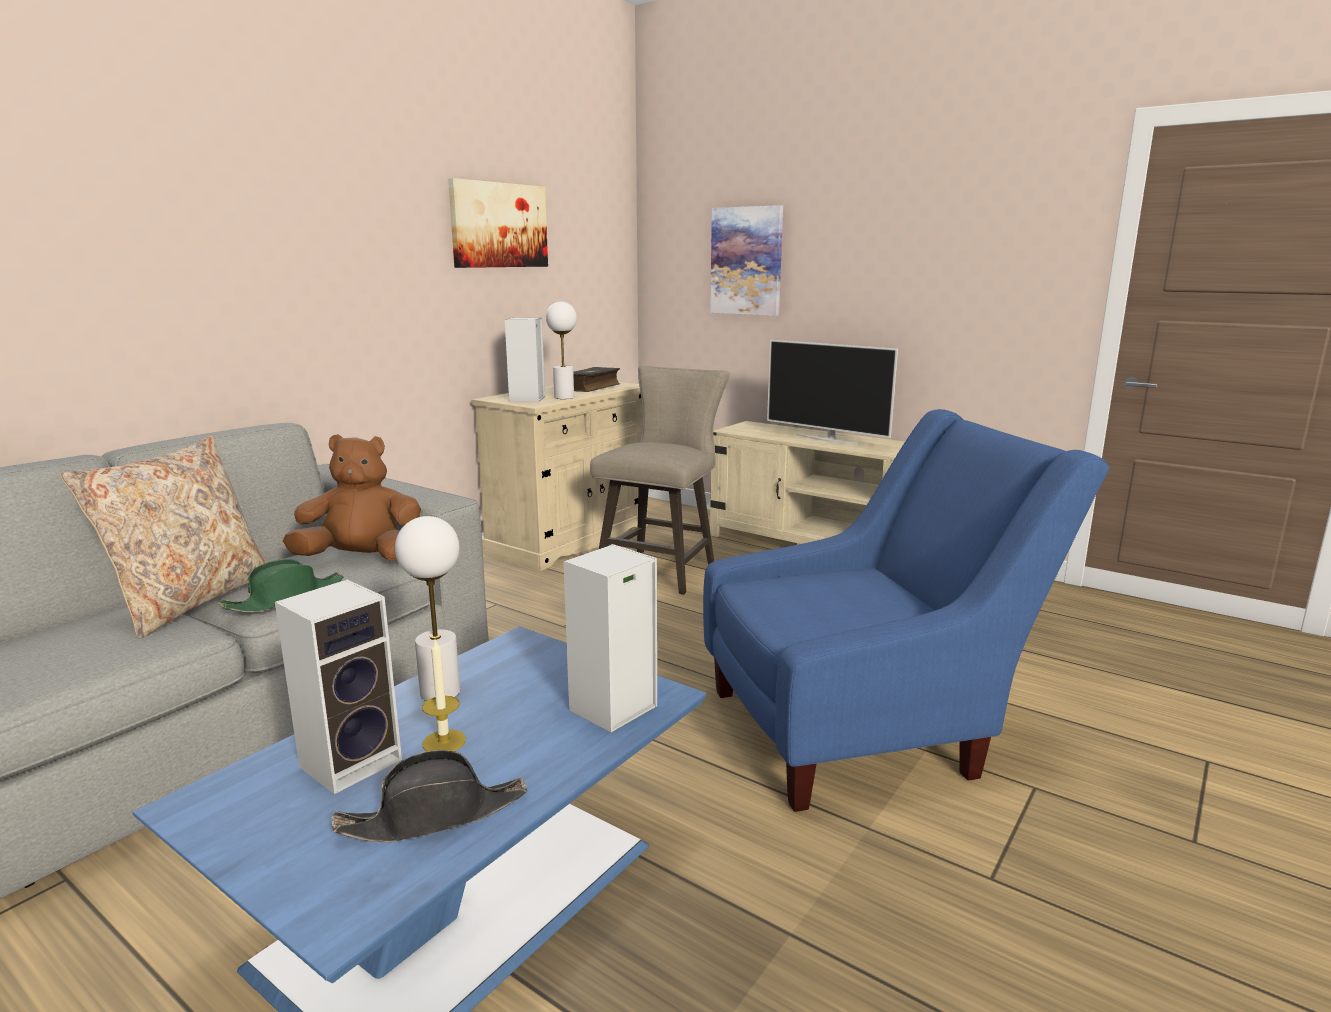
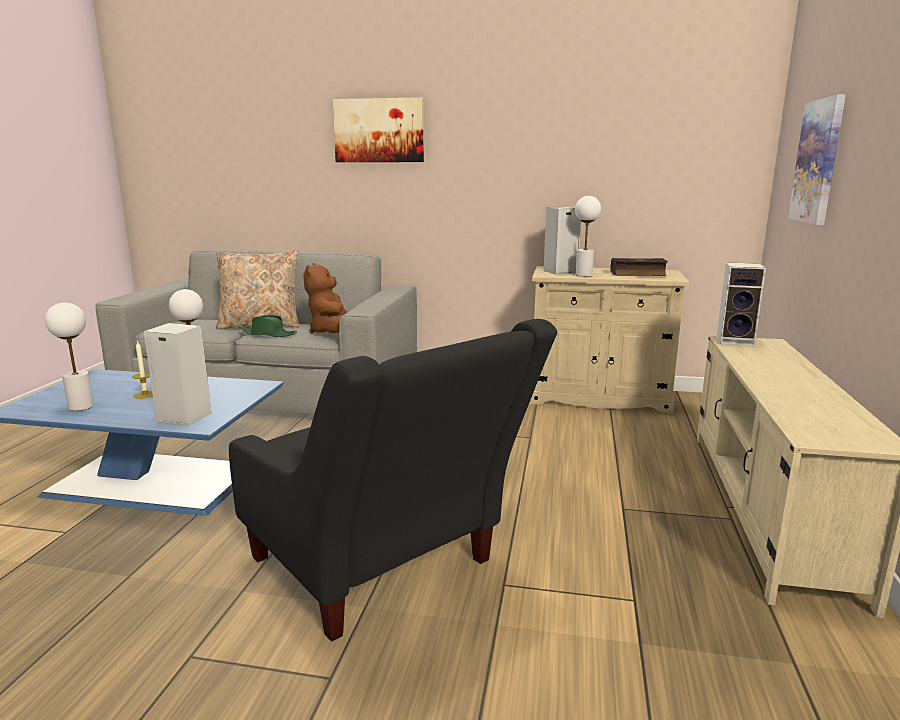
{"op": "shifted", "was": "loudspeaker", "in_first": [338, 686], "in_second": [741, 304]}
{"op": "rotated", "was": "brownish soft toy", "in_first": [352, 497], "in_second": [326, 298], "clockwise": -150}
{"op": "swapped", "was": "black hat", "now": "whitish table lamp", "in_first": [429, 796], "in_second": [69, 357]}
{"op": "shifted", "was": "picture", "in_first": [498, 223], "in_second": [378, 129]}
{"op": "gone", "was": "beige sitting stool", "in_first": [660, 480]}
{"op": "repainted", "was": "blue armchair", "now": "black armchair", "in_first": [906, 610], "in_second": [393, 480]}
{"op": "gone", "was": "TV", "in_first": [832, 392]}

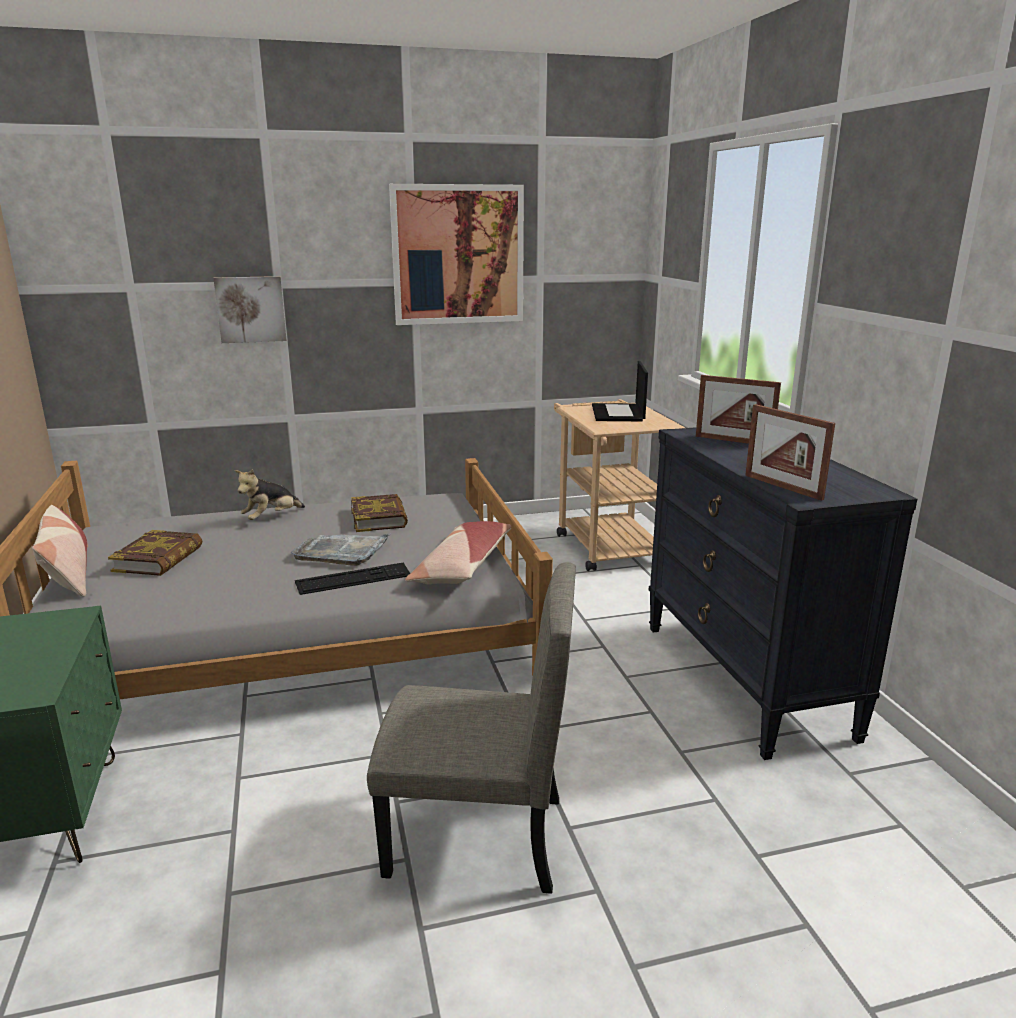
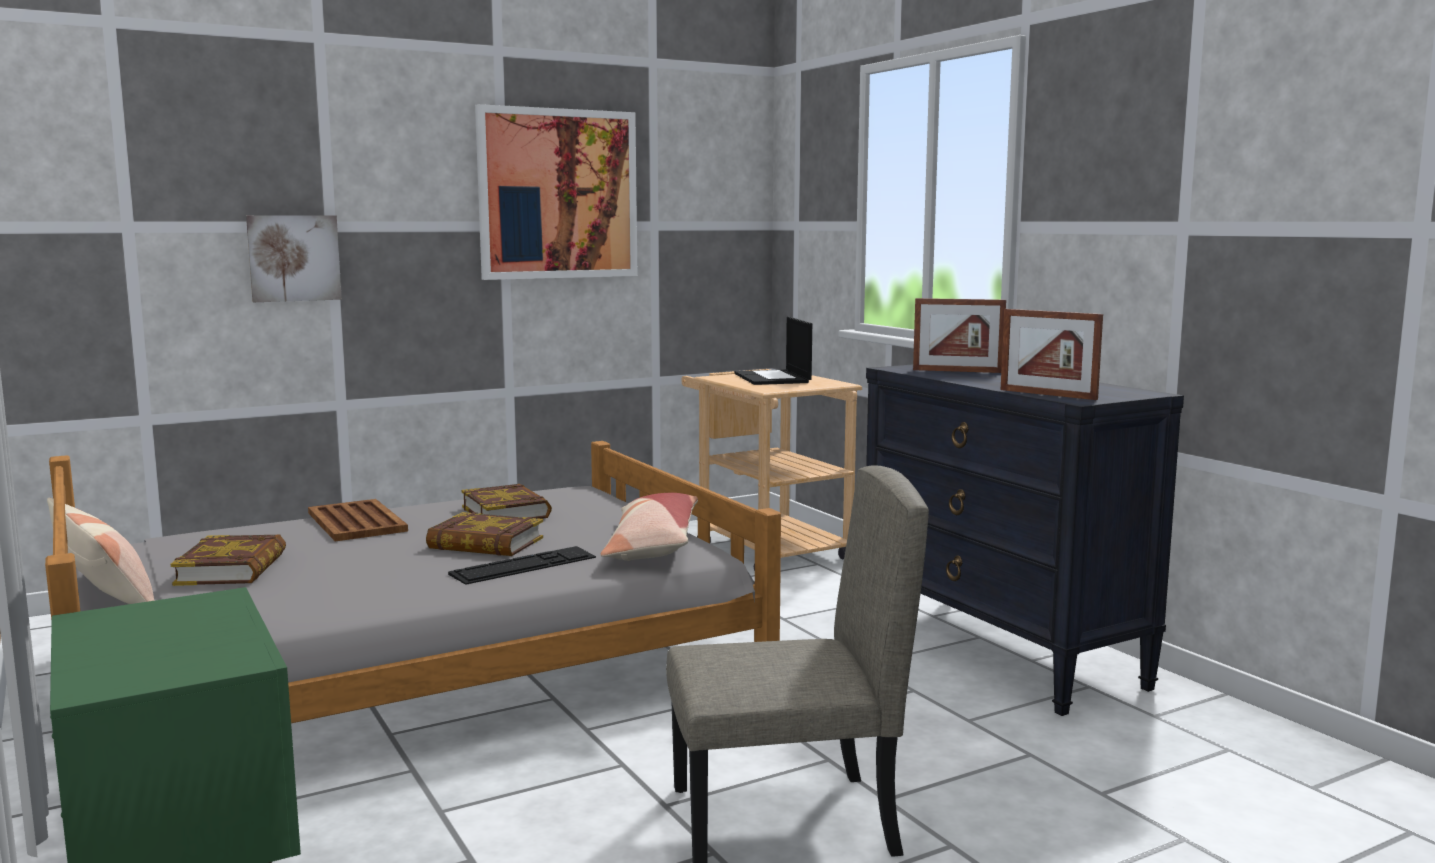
{"op": "swapped", "was": "soft toy", "now": "brownish tray", "in_first": [270, 494], "in_second": [358, 520]}
{"op": "swapped", "was": "gray tray", "now": "bound book", "in_first": [340, 550], "in_second": [484, 534]}

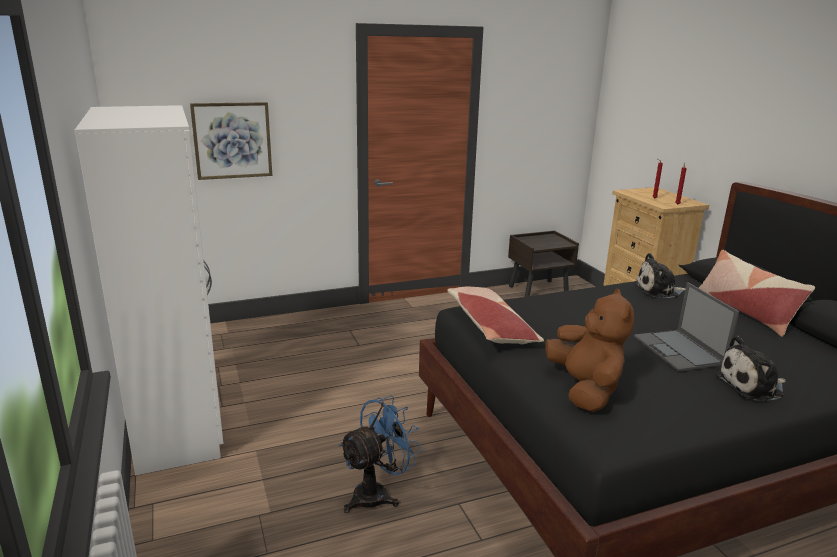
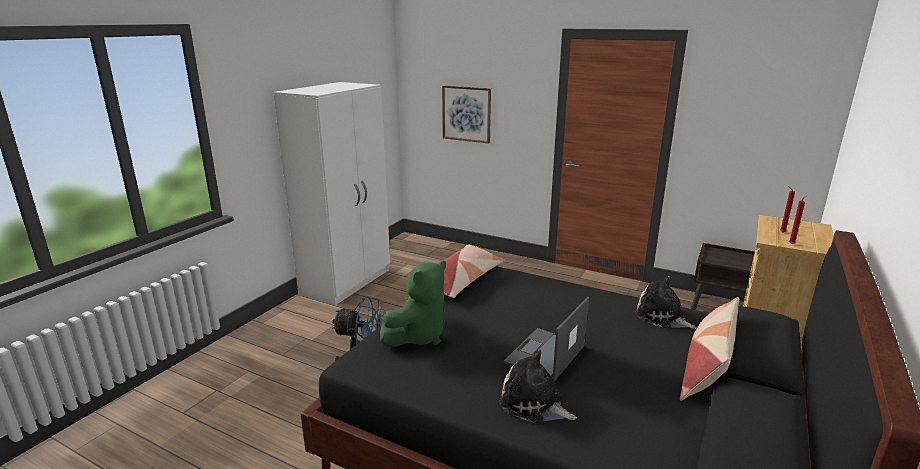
{"op": "repainted", "was": "brownish soft toy", "now": "green-coloured soft toy", "in_first": [589, 350], "in_second": [413, 304]}

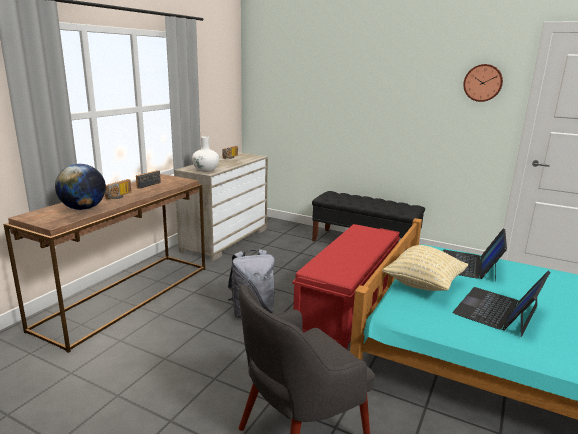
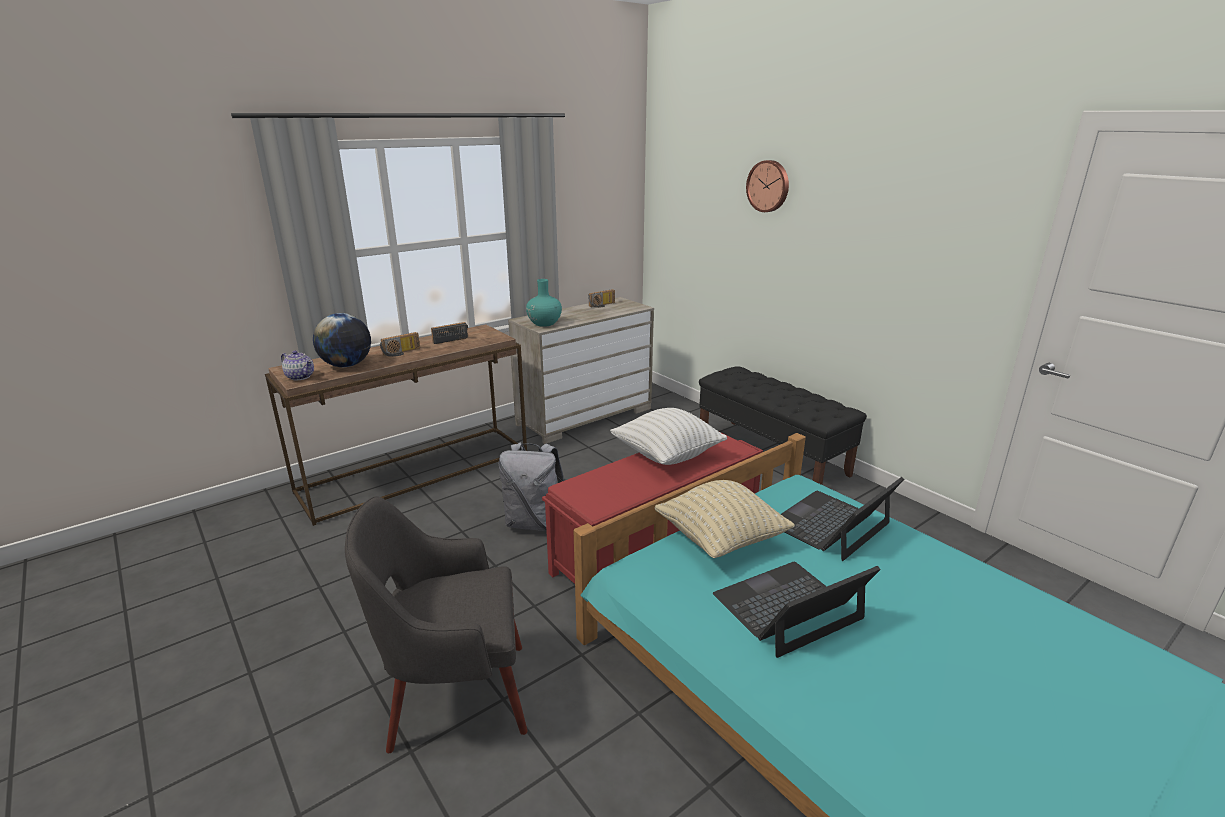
{"op": "repainted", "was": "whitish decorative vase", "now": "turquoise decorative vase", "in_first": [205, 154], "in_second": [544, 303]}
{"op": "shifted", "was": "clock on the wall", "in_first": [483, 83], "in_second": [767, 186]}
{"op": "new", "now": "teapot", "in_second": [297, 365]}
{"op": "new", "now": "whitish throw pillow", "in_second": [668, 436]}

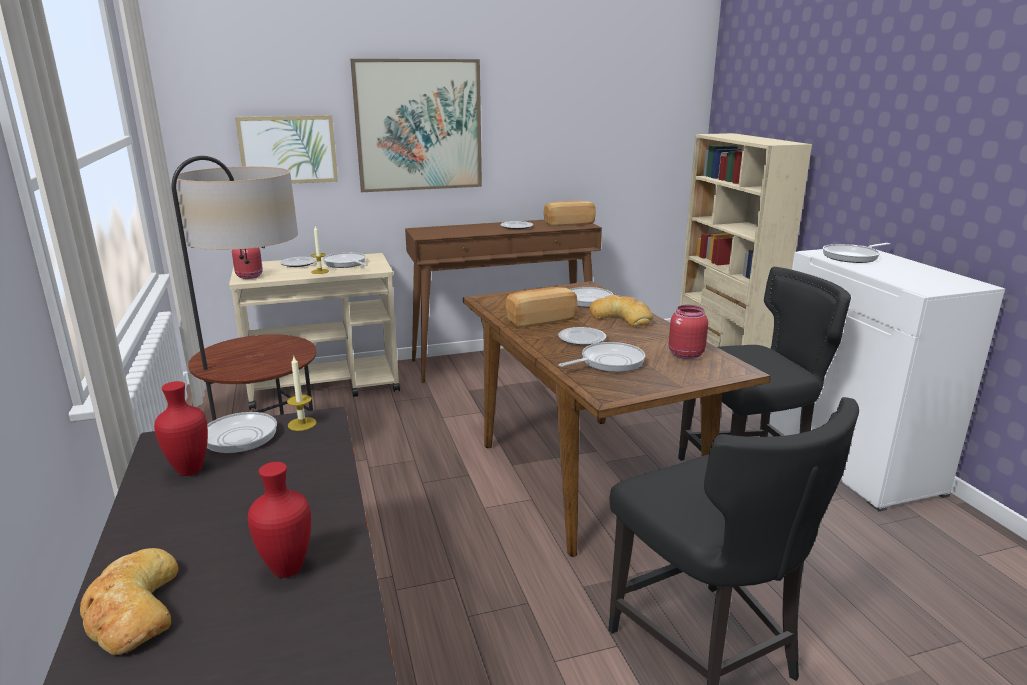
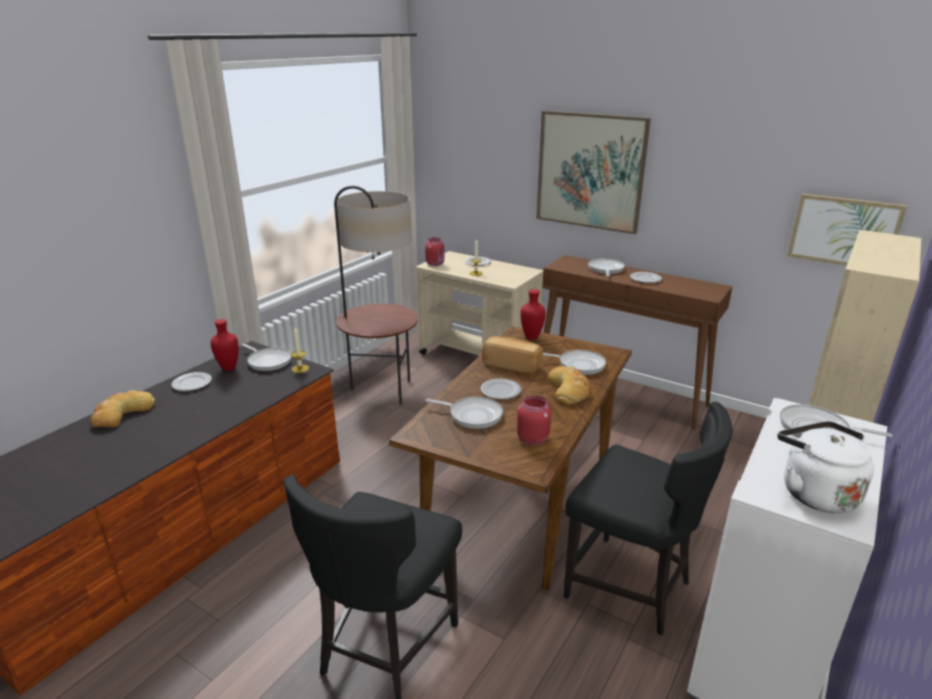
{"op": "shifted", "was": "picture", "in_first": [286, 149], "in_second": [847, 230]}
{"op": "shifted", "was": "red decorative vase", "in_first": [279, 520], "in_second": [533, 314]}
{"op": "shifted", "was": "frying pan", "in_first": [345, 260], "in_second": [606, 267]}
{"op": "gone", "was": "baked bread", "in_first": [570, 213]}
{"op": "new", "now": "flat dish", "in_second": [191, 381]}
{"op": "new", "now": "whitish tea kettle", "in_second": [825, 467]}

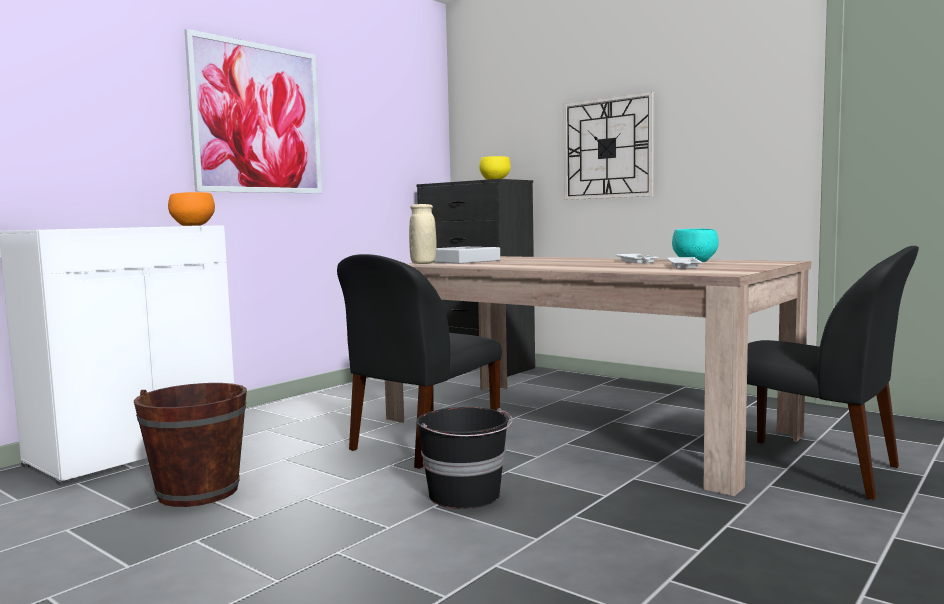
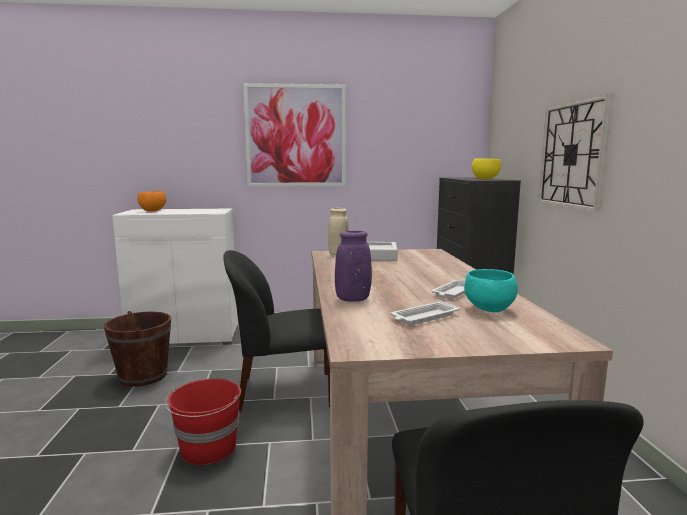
{"op": "shifted", "was": "orange bowl", "in_first": [191, 209], "in_second": [151, 201]}
{"op": "repainted", "was": "black pail", "now": "red pail", "in_first": [464, 458], "in_second": [203, 422]}
{"op": "new", "now": "purple decorative vase", "in_second": [353, 266]}

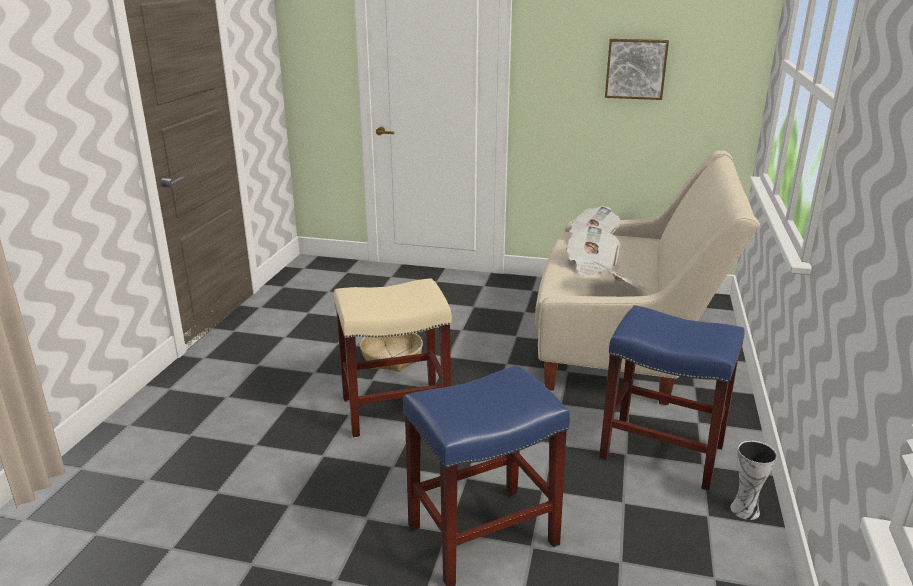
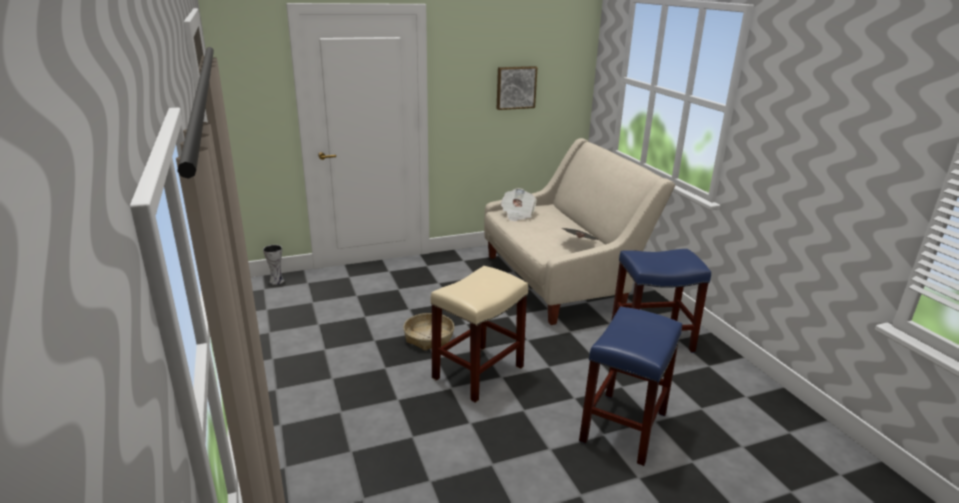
{"op": "gone", "was": "newspaper", "in_first": [593, 250]}
{"op": "shifted", "was": "decorative vase", "in_first": [753, 480], "in_second": [273, 265]}

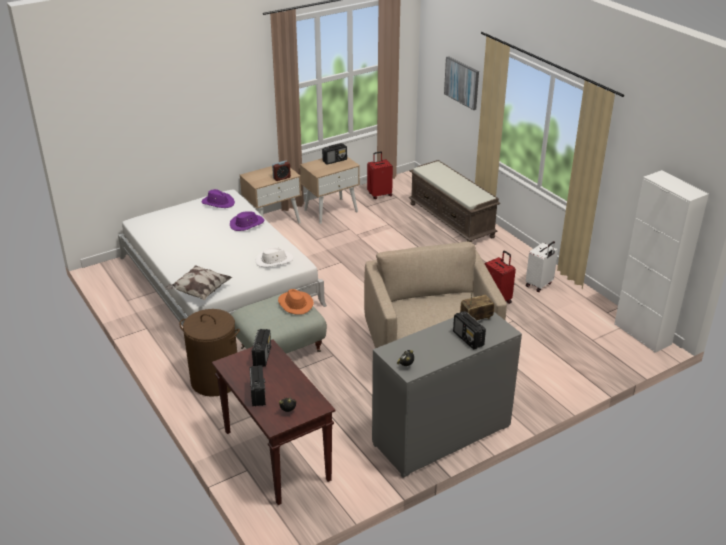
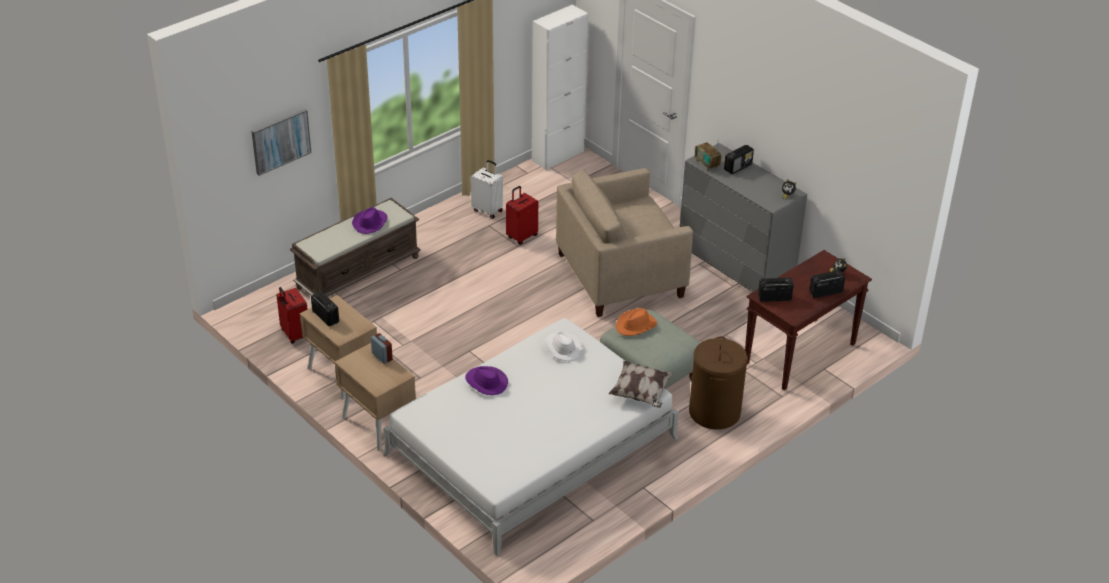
{"op": "shifted", "was": "purple hat", "in_first": [218, 198], "in_second": [369, 220]}

